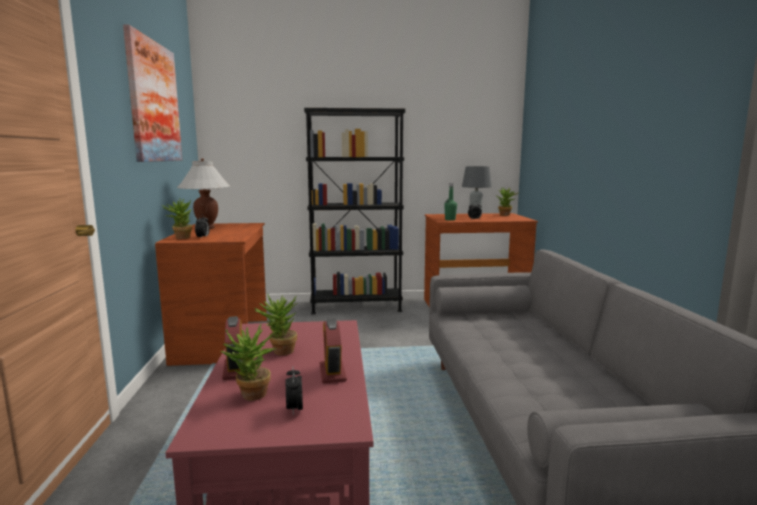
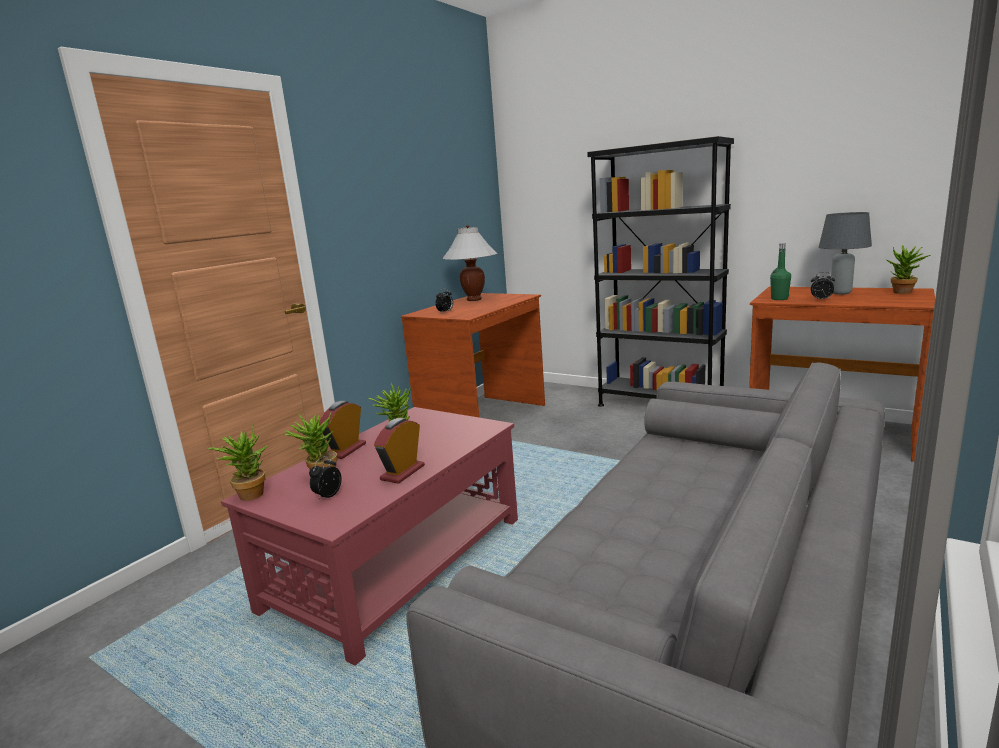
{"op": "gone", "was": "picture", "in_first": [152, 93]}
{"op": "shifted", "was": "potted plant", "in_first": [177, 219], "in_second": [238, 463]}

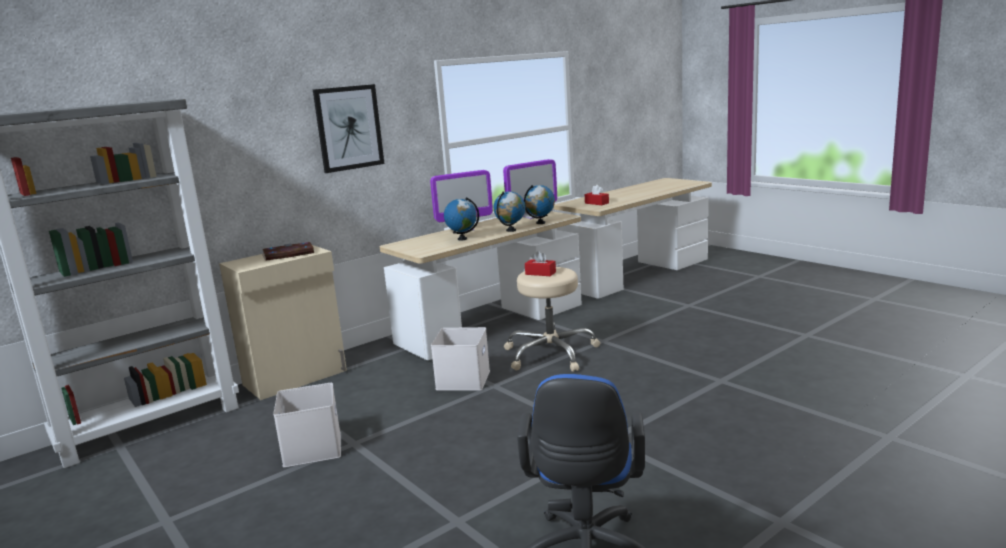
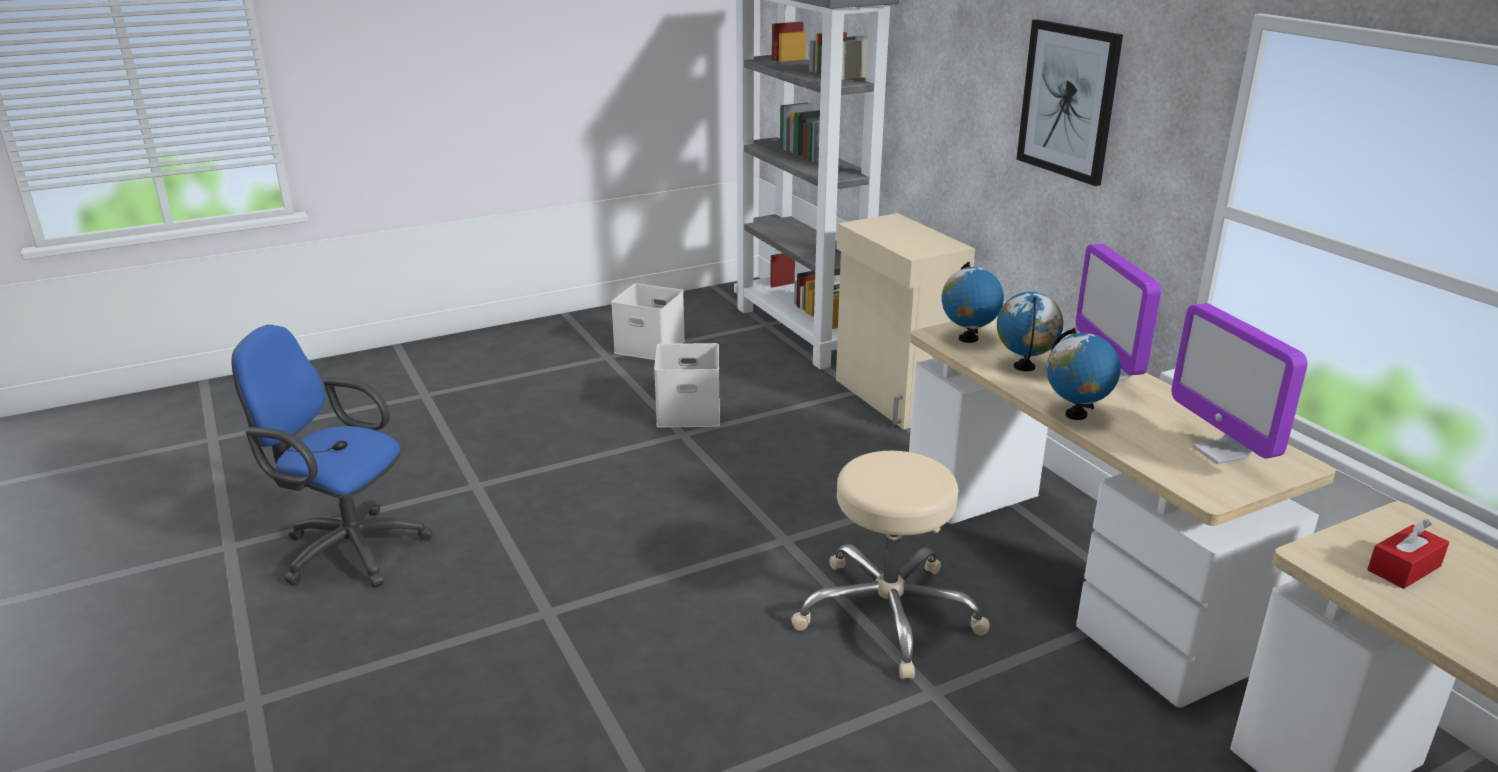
{"op": "gone", "was": "bound book", "in_first": [288, 251]}
{"op": "shifted", "was": "whitish storage bin", "in_first": [460, 359], "in_second": [648, 321]}
{"op": "shifted", "was": "desk globe", "in_first": [539, 204], "in_second": [973, 302]}
{"op": "gone", "was": "red tissue holder", "in_first": [540, 263]}

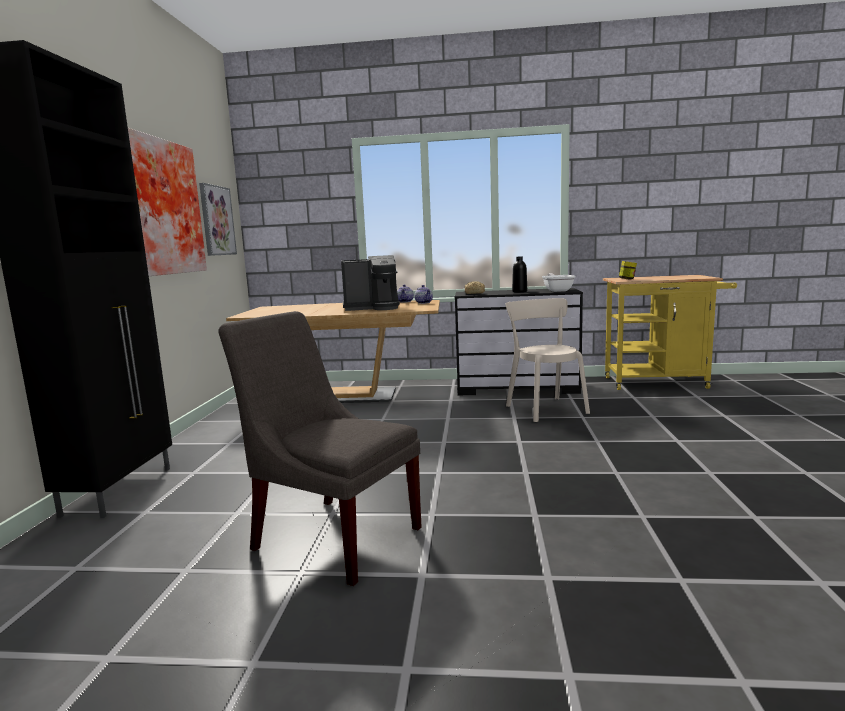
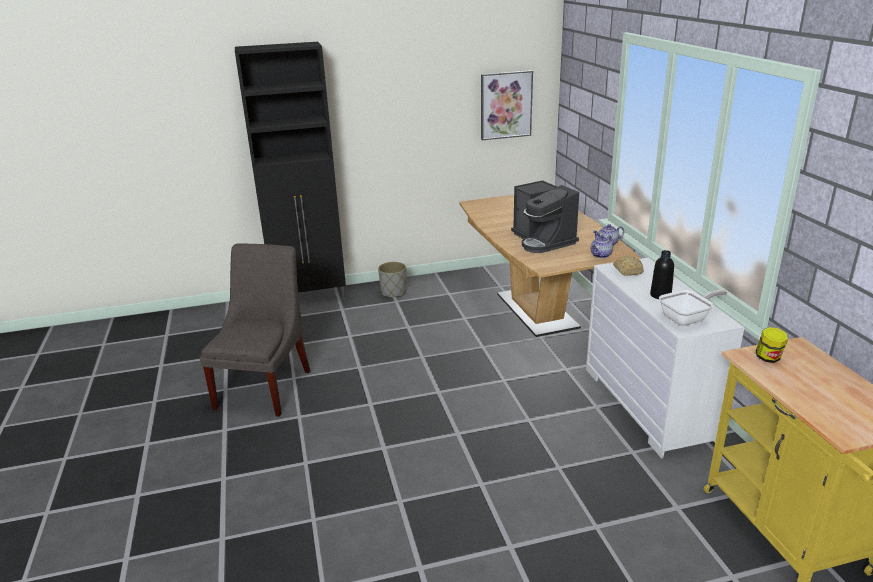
{"op": "gone", "was": "picture", "in_first": [167, 202]}
{"op": "repainted", "was": "black drawer chest", "now": "whitish drawer chest", "in_first": [518, 341], "in_second": [665, 358]}
{"op": "gone", "was": "beige chair", "in_first": [547, 360]}
{"op": "new", "now": "gray flower pot", "in_second": [392, 279]}

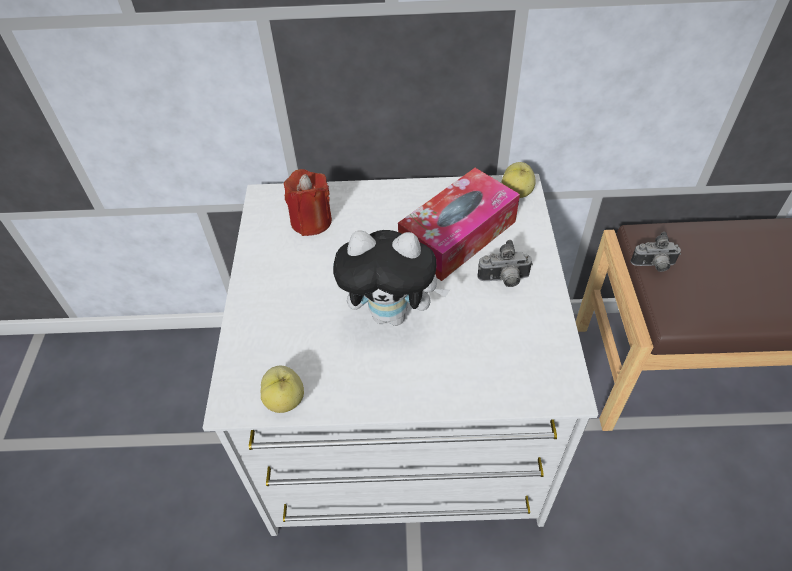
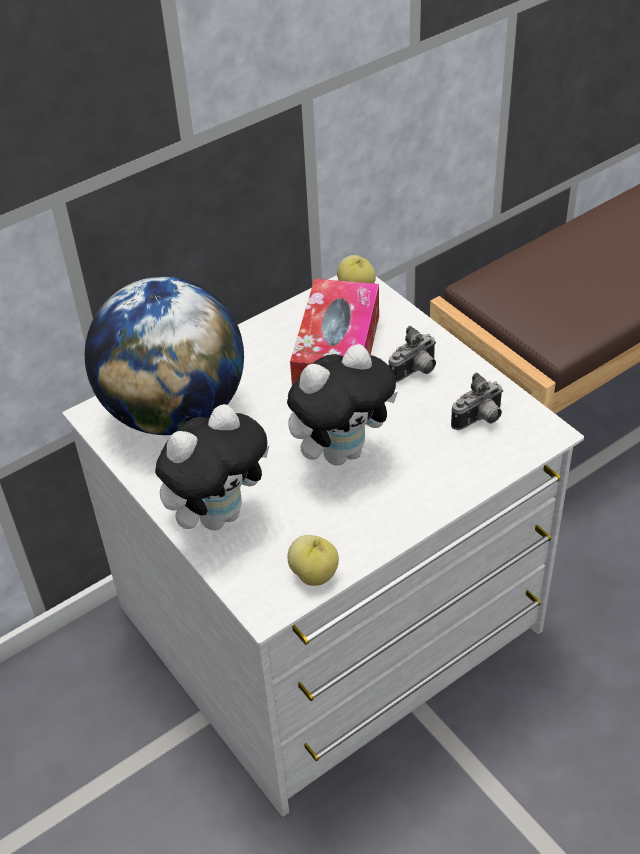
{"op": "swapped", "was": "red wax candle", "now": "desk globe", "in_first": [308, 202], "in_second": [164, 355]}
{"op": "shifted", "was": "still camera", "in_first": [656, 252], "in_second": [477, 401]}
{"op": "new", "now": "soft toy", "in_second": [212, 467]}

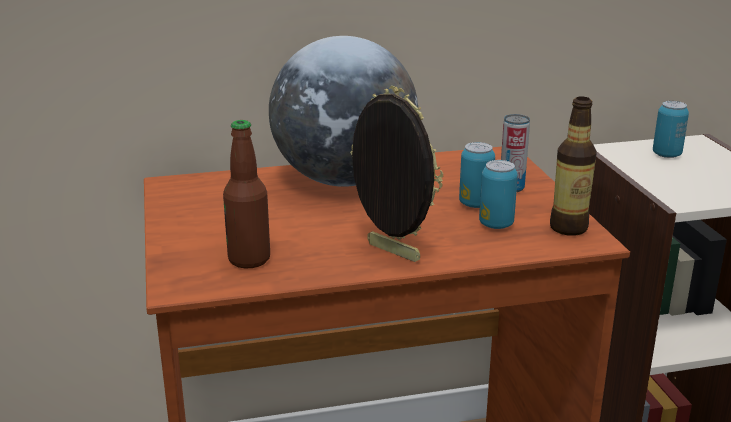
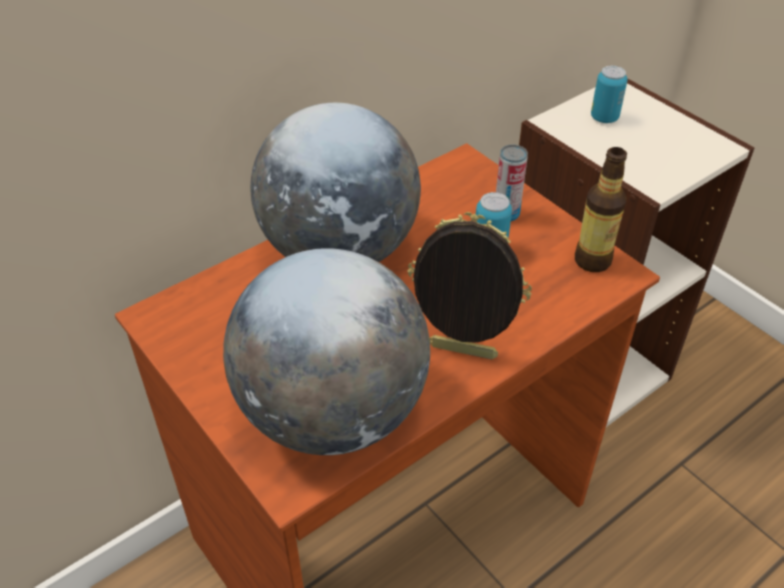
{"op": "swapped", "was": "bottle", "now": "desk globe", "in_first": [246, 194], "in_second": [326, 351]}
{"op": "gone", "was": "can", "in_first": [498, 194]}

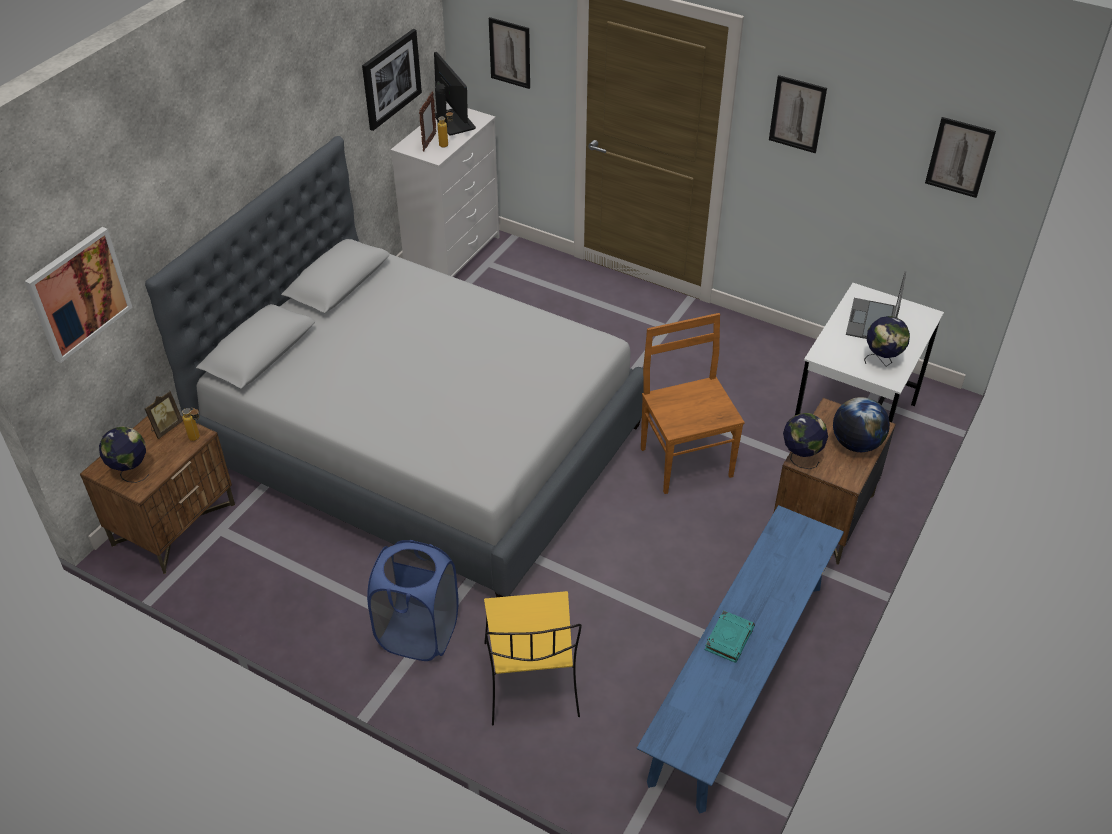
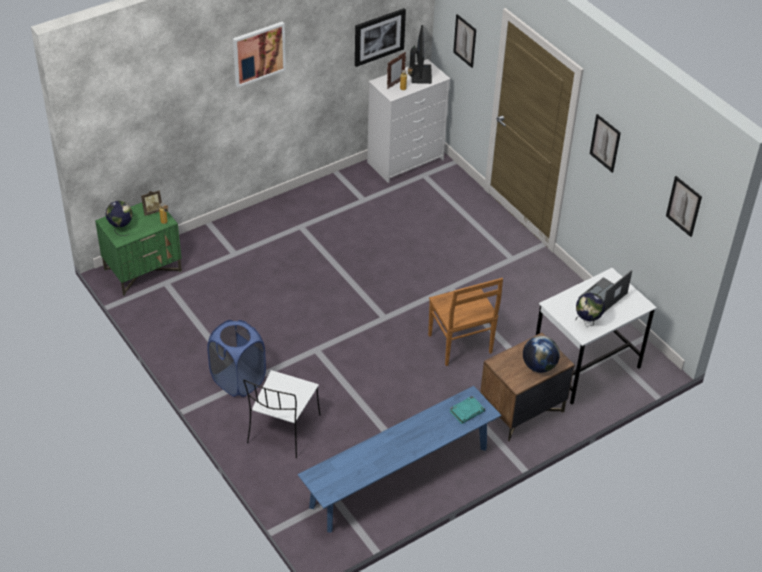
{"op": "shifted", "was": "picture", "in_first": [79, 295], "in_second": [259, 54]}
{"op": "repainted", "was": "brownish nightstand", "now": "green-coloured nightstand", "in_first": [157, 495], "in_second": [138, 249]}
{"op": "gone", "was": "gray sleeping bed", "in_first": [394, 366]}
{"op": "repainted", "was": "yellow chair", "now": "whitish chair", "in_first": [533, 658], "in_second": [282, 414]}
{"op": "rotated", "was": "brownish chair", "in_first": [693, 403], "in_second": [465, 322], "clockwise": 150}
{"op": "shifted", "was": "turquoise bound book", "in_first": [730, 636], "in_second": [467, 410]}
{"op": "gone", "was": "desk globe", "in_first": [805, 441]}

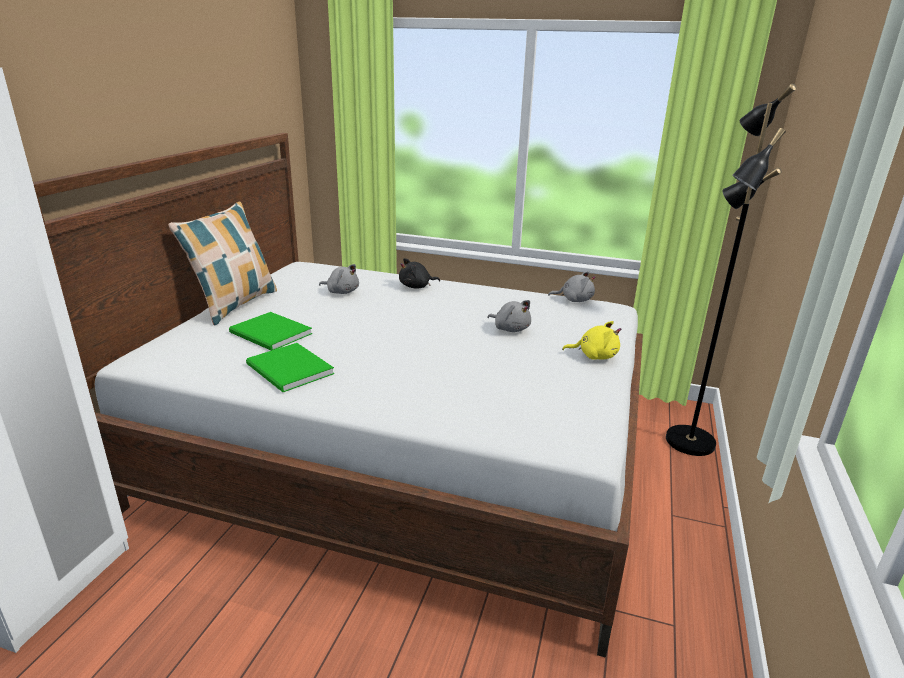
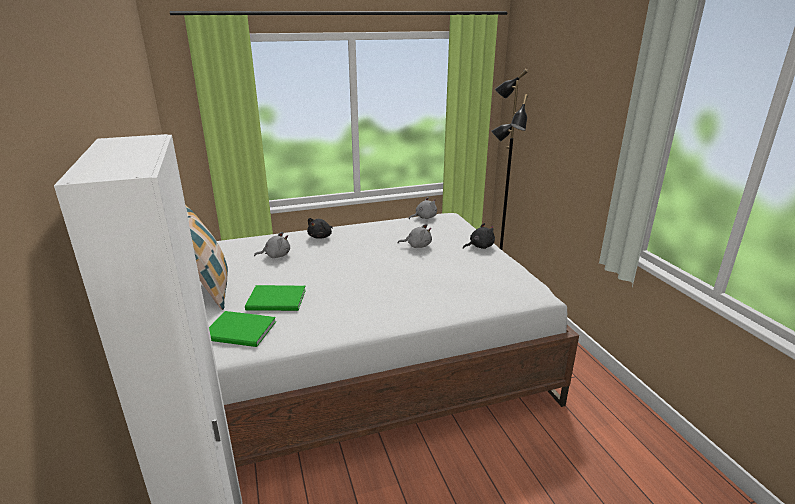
{"op": "shifted", "was": "green-coloured bound book", "in_first": [290, 367], "in_second": [242, 329]}
{"op": "repainted", "was": "yellow soft toy", "now": "black soft toy", "in_first": [591, 340], "in_second": [479, 236]}

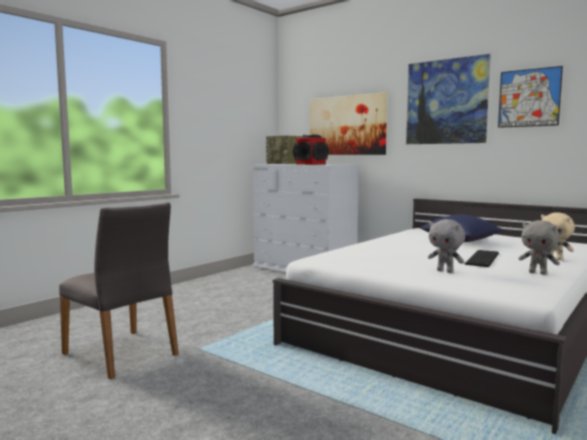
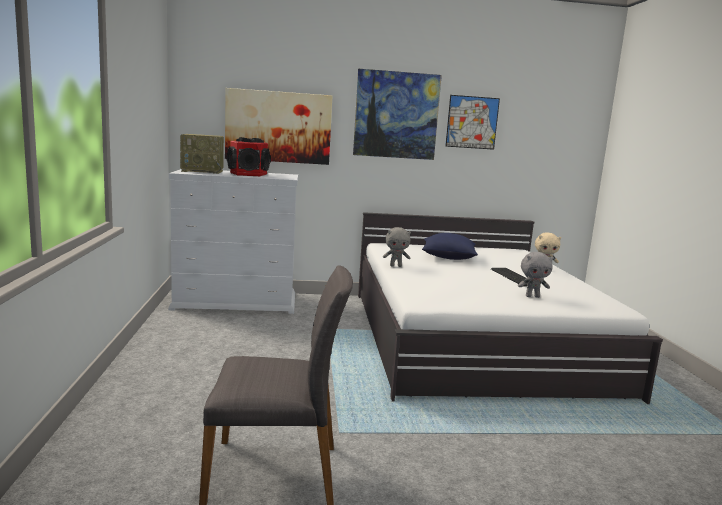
{"op": "shifted", "was": "gray soft toy", "in_first": [539, 247], "in_second": [397, 247]}

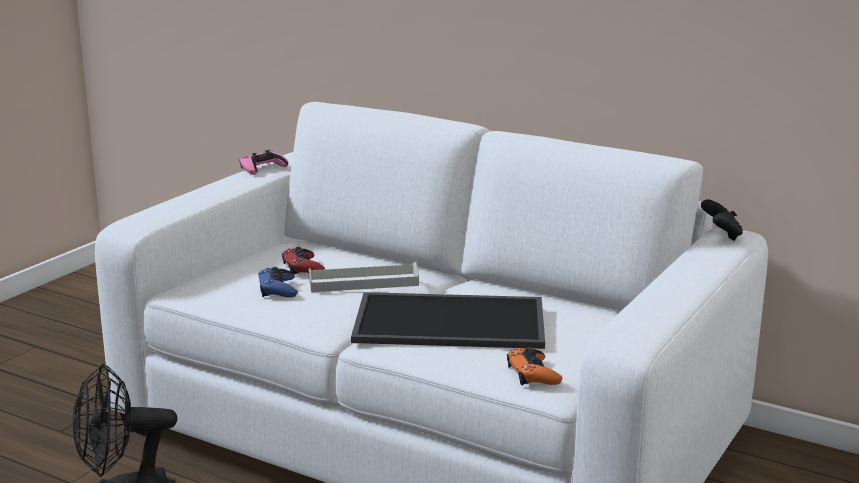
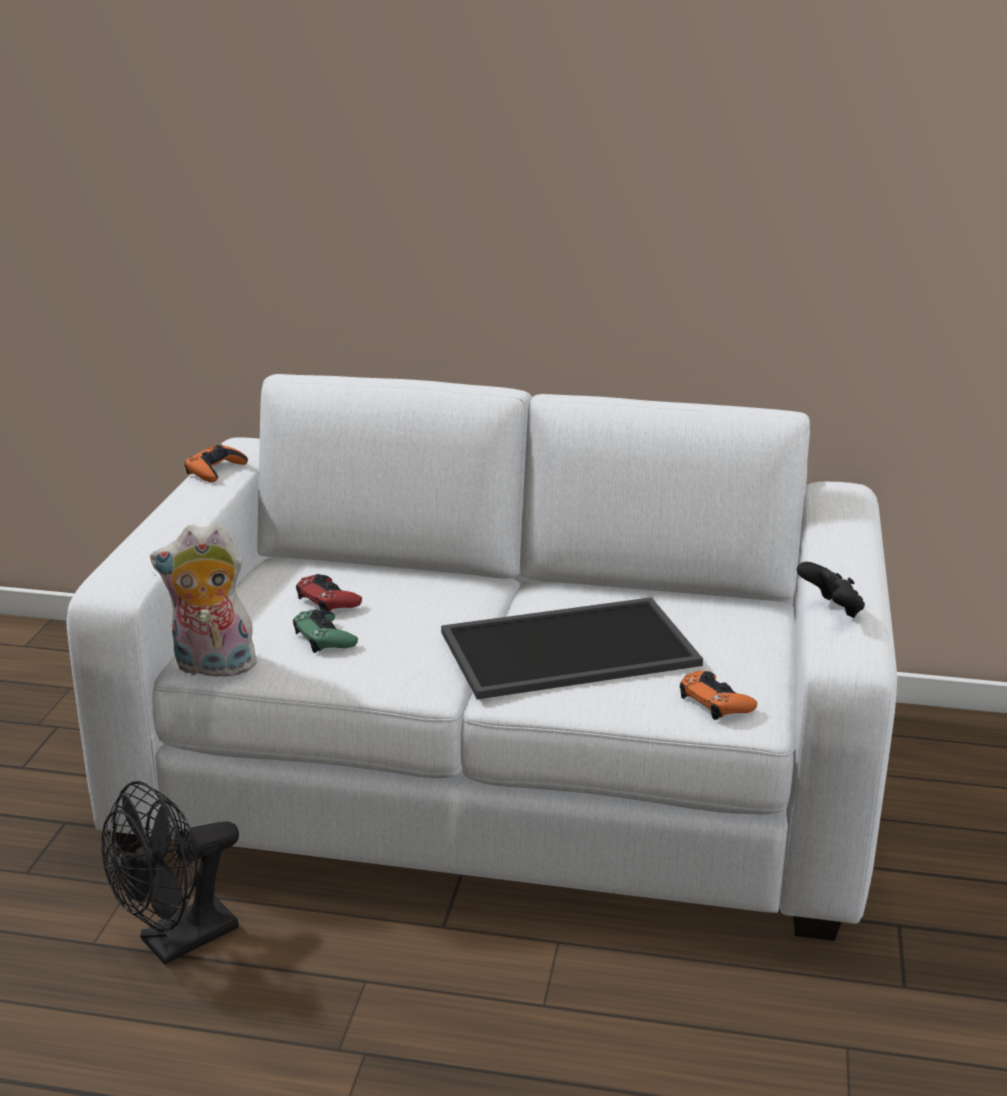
{"op": "repainted", "was": "pink joypad", "now": "orange joypad", "in_first": [264, 162], "in_second": [216, 463]}
{"op": "repainted", "was": "blue joypad", "now": "green-coloured joypad", "in_first": [278, 282], "in_second": [325, 631]}
{"op": "gone", "was": "gray tray", "in_first": [364, 277]}
{"op": "shifted", "was": "black joypad", "in_first": [722, 220], "in_second": [831, 590]}
{"op": "new", "now": "soft toy", "in_second": [206, 601]}

